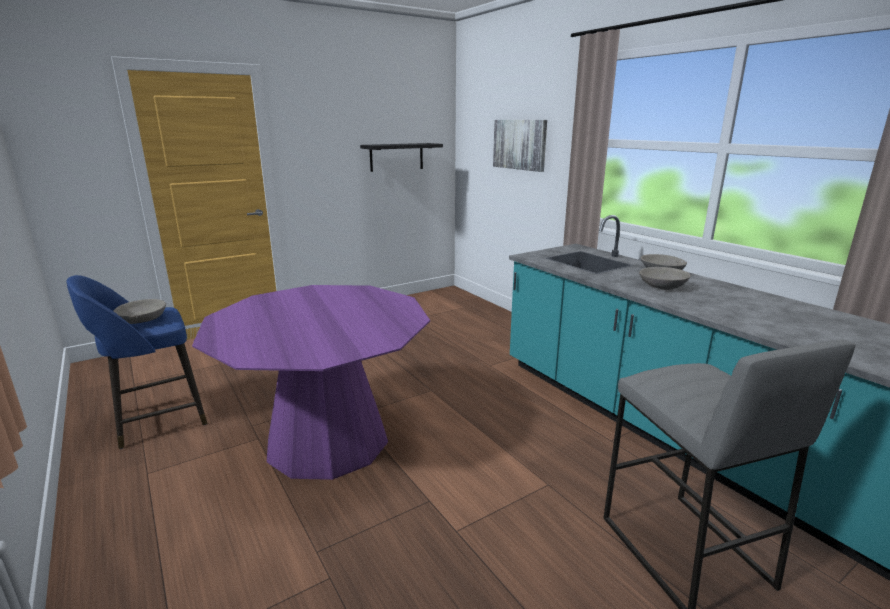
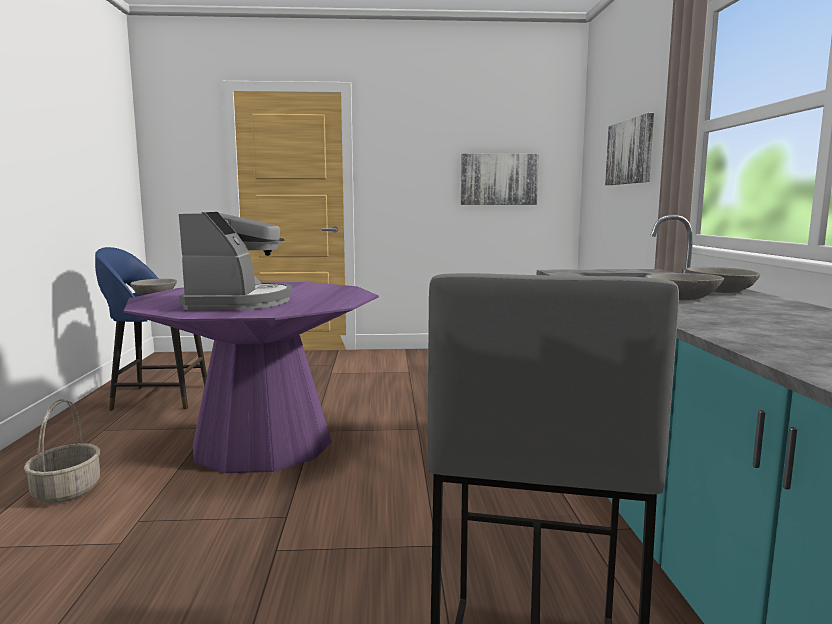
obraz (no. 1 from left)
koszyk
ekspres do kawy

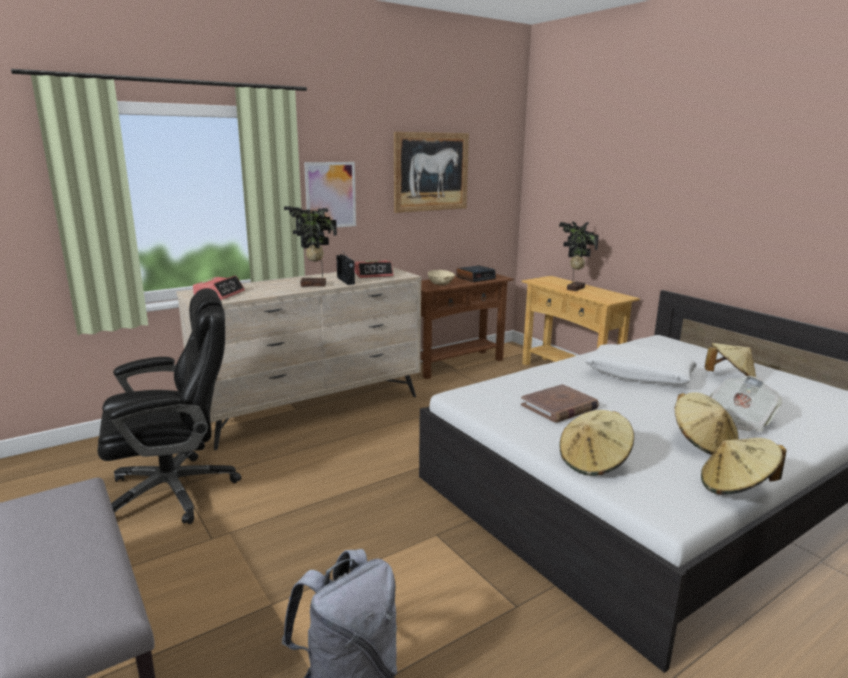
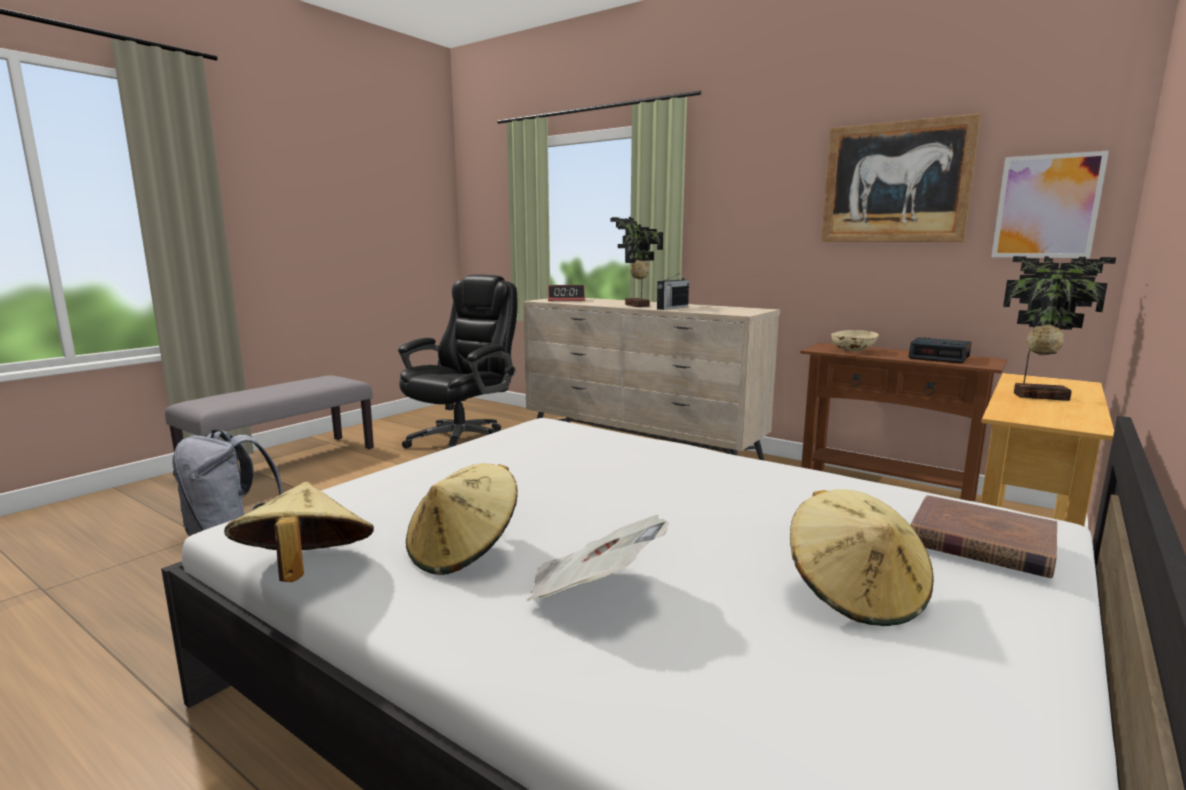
krzesło biurowe/czarny
obraz (no. 2 from left)
budzik (no. 2 from left in the first image)
książka/brązowy
kapelusz/beżowy (no. 1 from left in the first image)
poduszka/biały

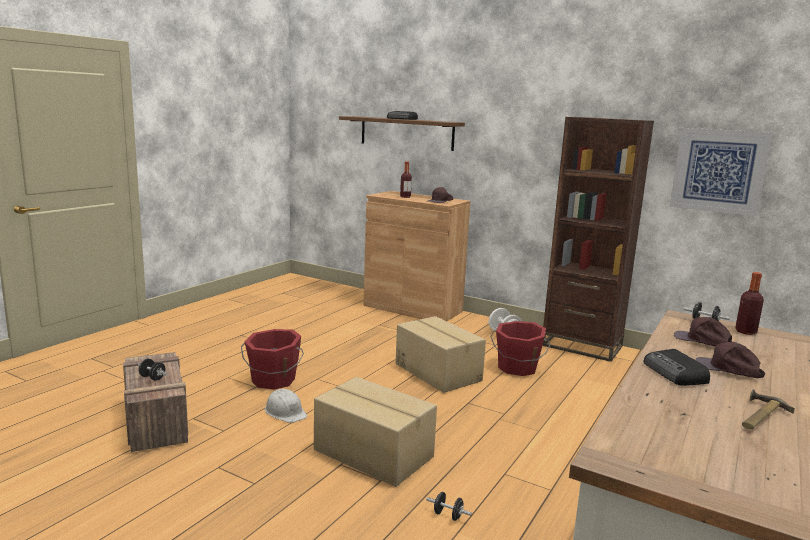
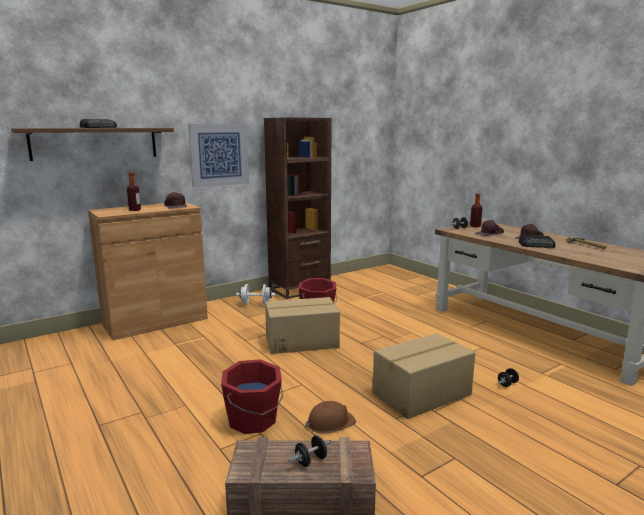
kask/brązowy
obraz

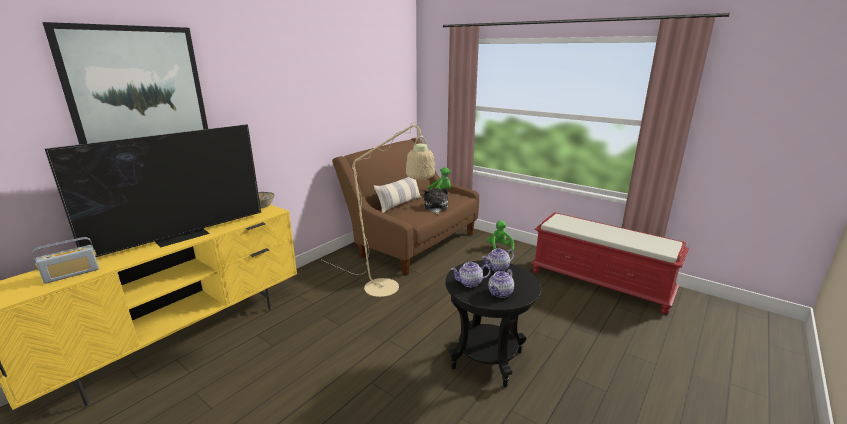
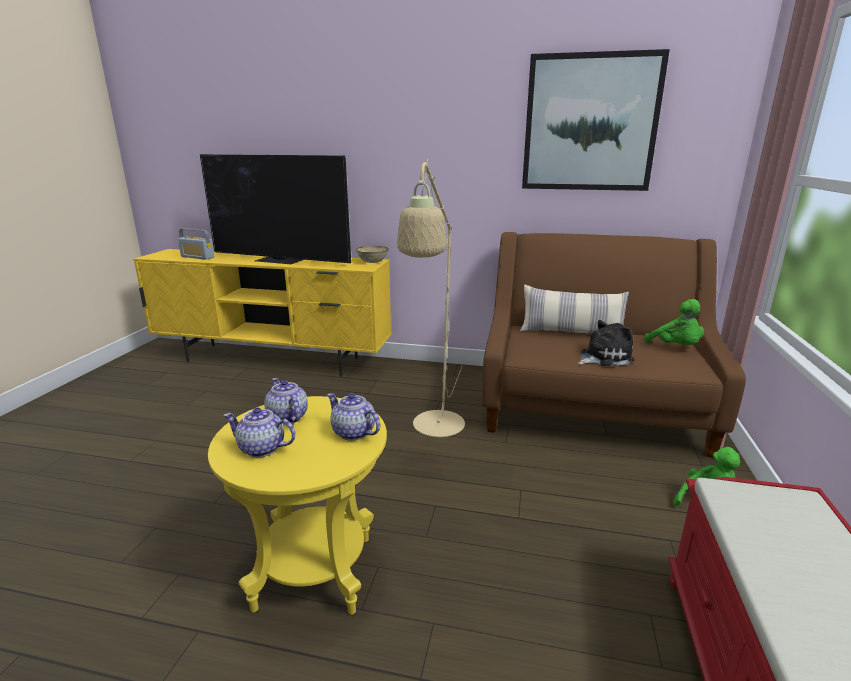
obraz
stolik/żółty

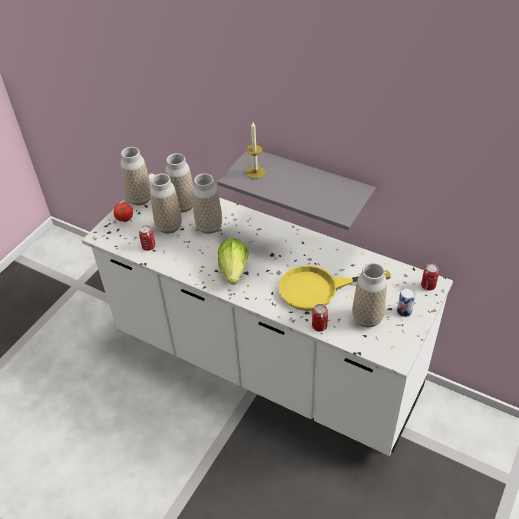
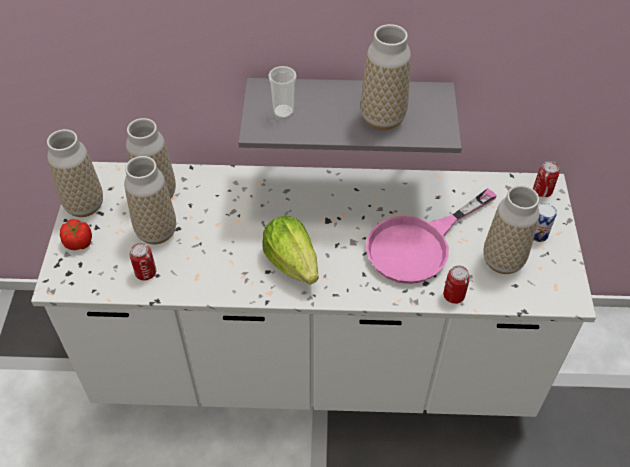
wazon (no. 4 from left)
filiżanka
patelnia/różowy

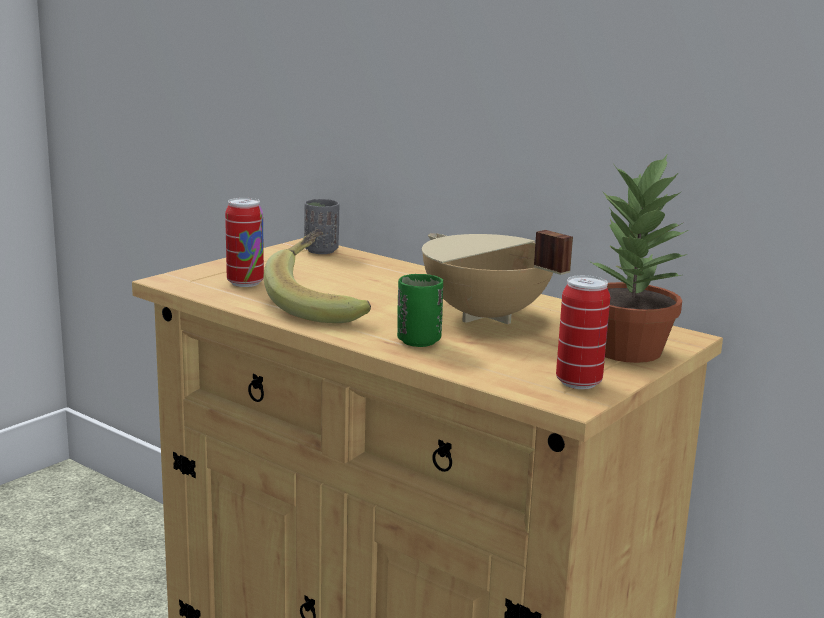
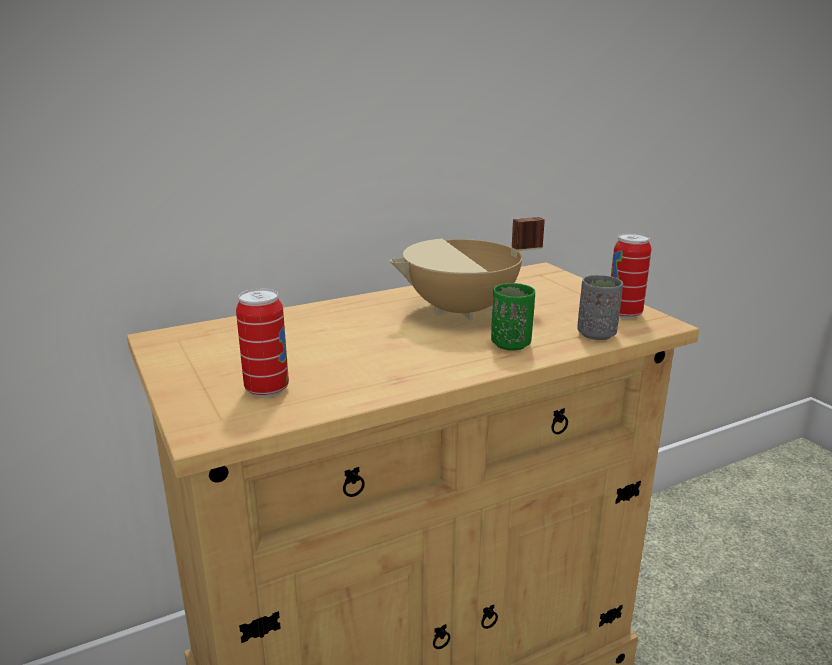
banan
filiżanka/szary
roślina doniczkowa

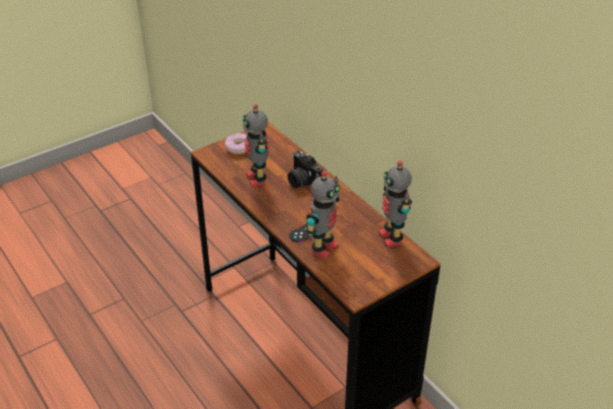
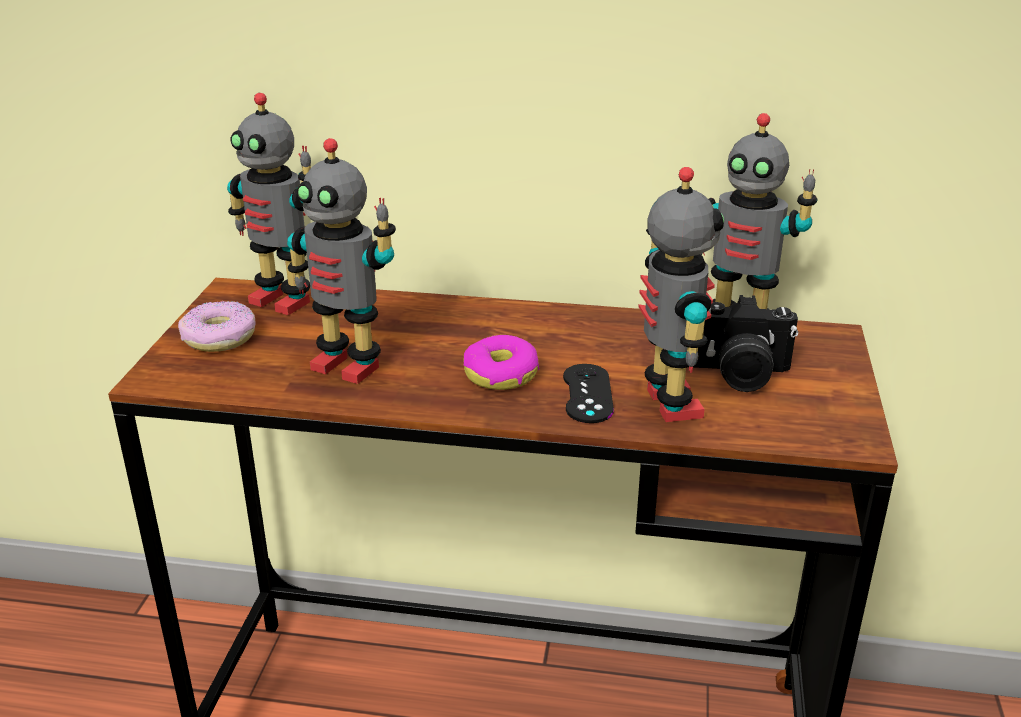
aparat fotograficzny
robot zabawkowy (no. 1 from left)
donut (no. 2 from left)

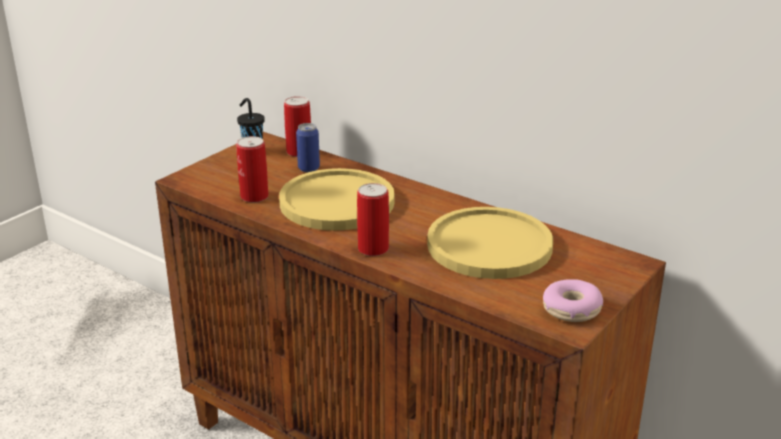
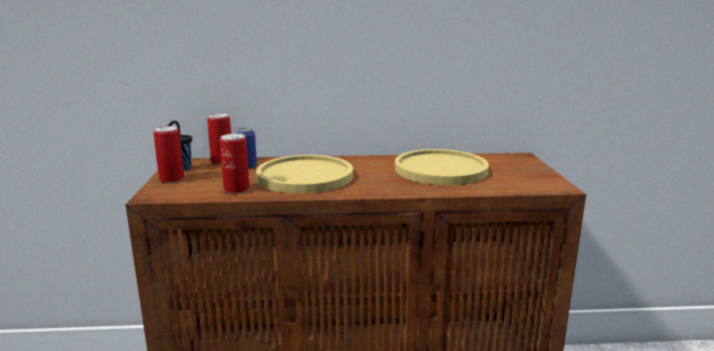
puszka (no. 1 from left)
donut

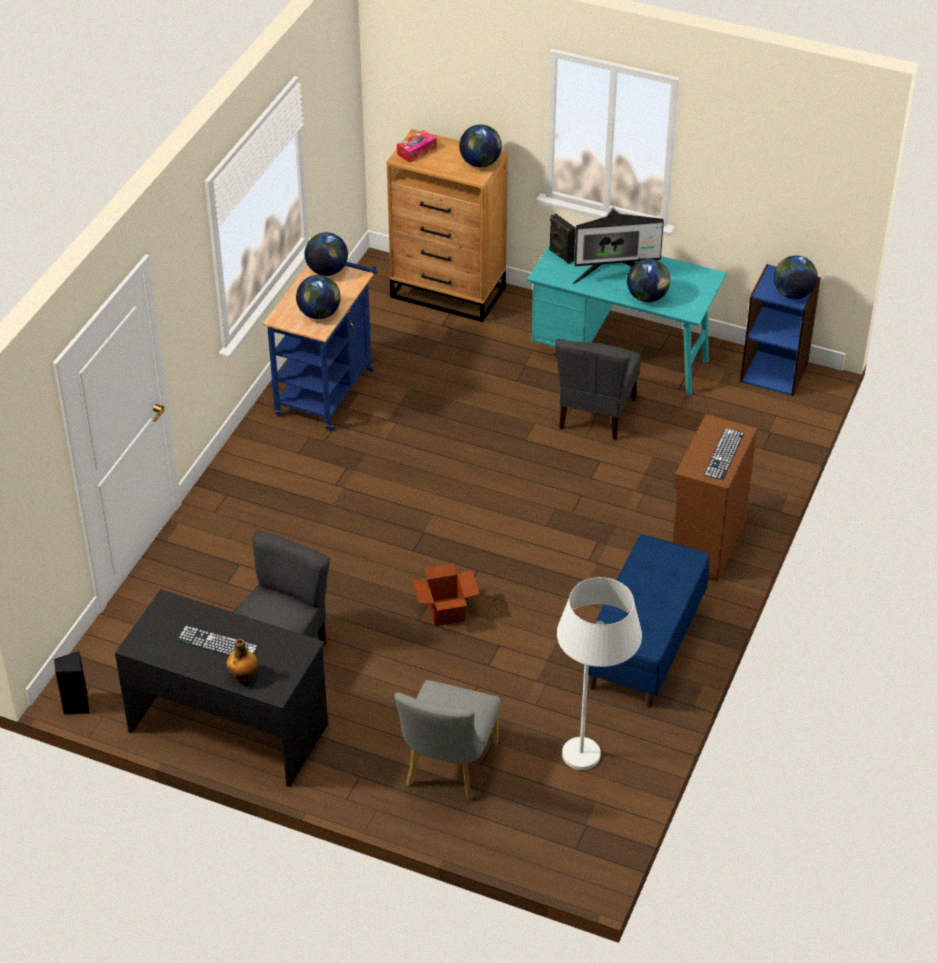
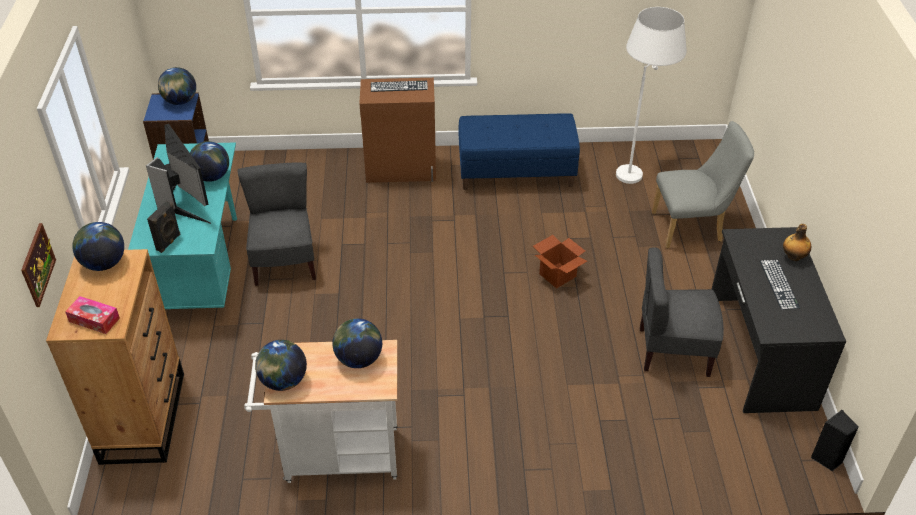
wózek/biały
krzesło/szary (no. 1 from left)
obraz

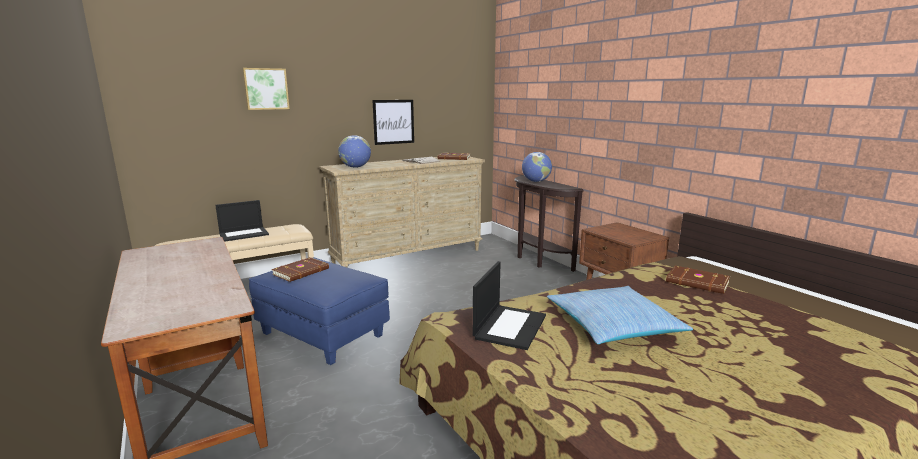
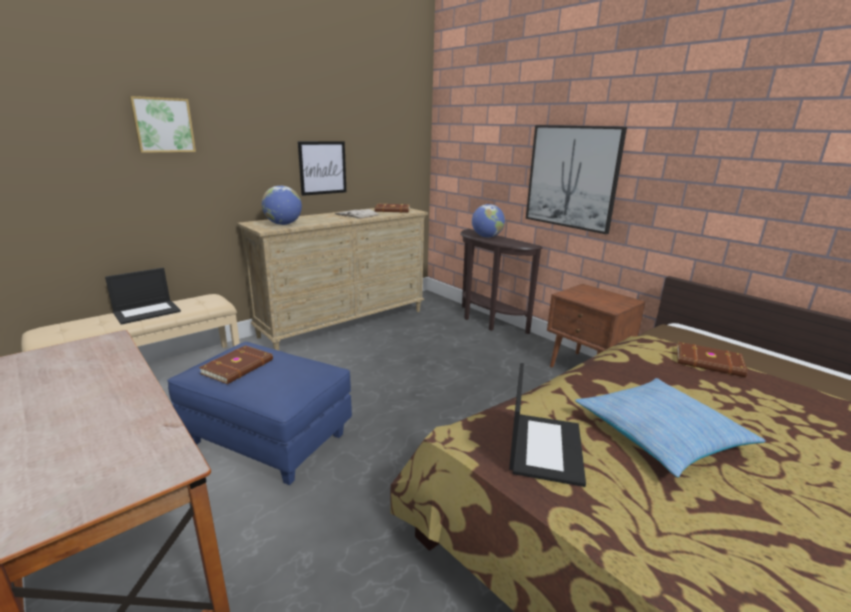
obraz (no. 3 from left)

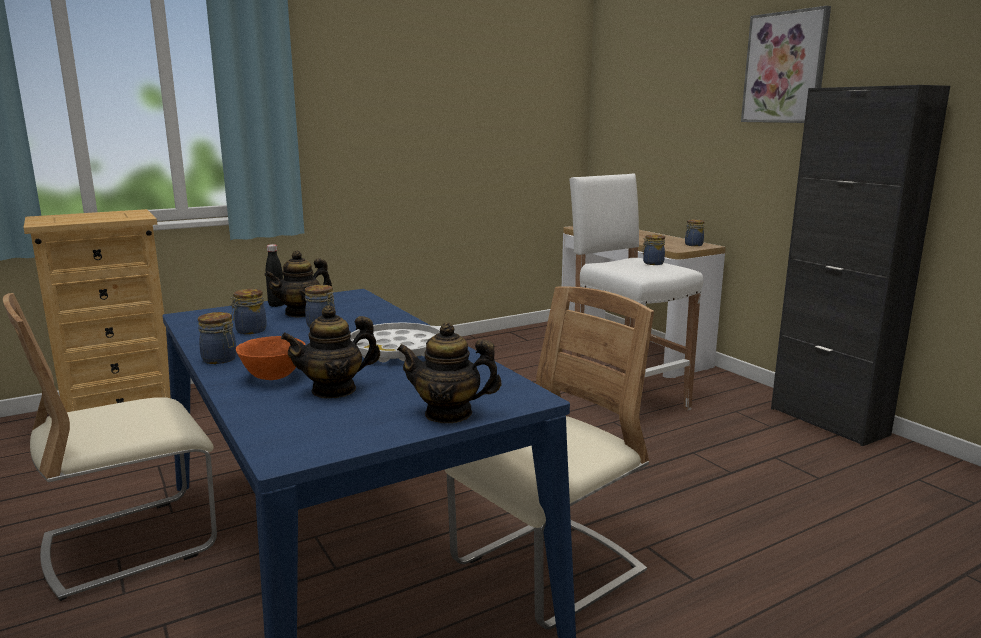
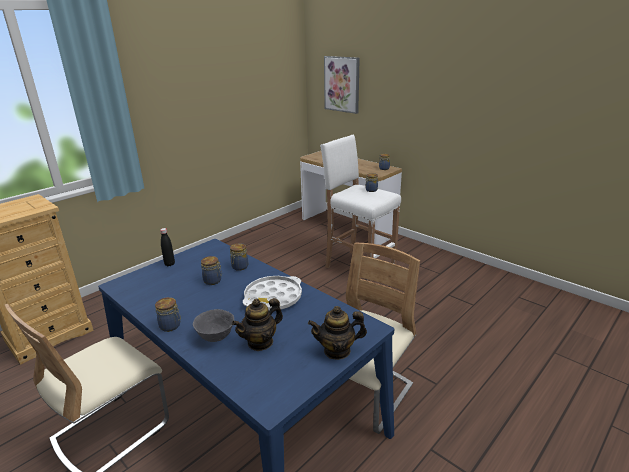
słoik (no. 3 from left)
miska/szary
imbryk (no. 1 from left in the first image)
obraz
szafka/czarny

